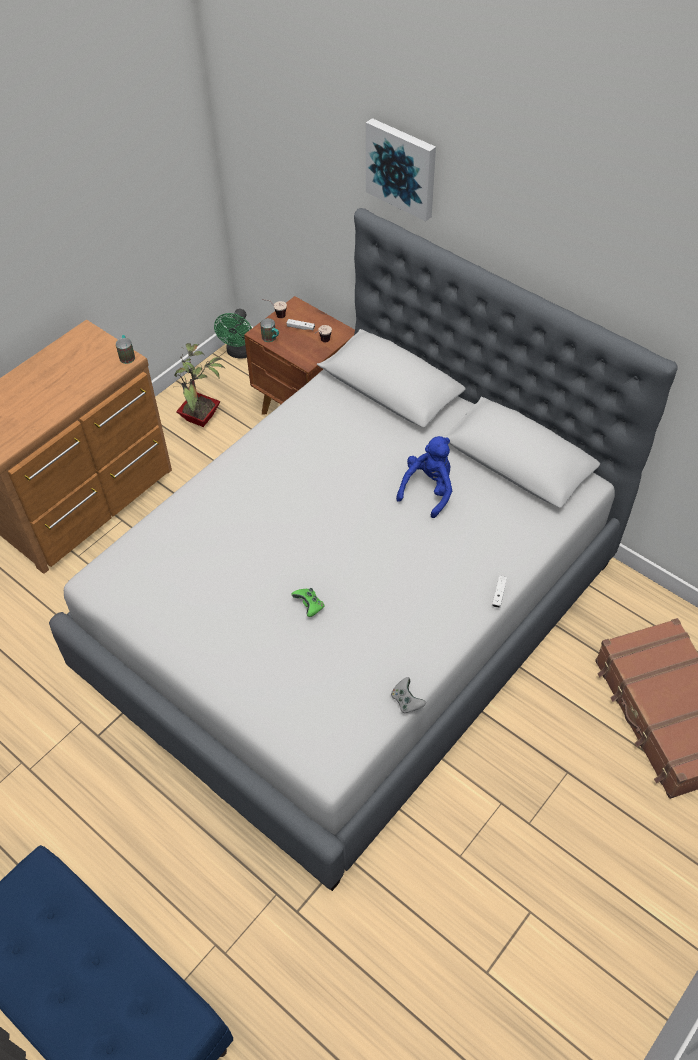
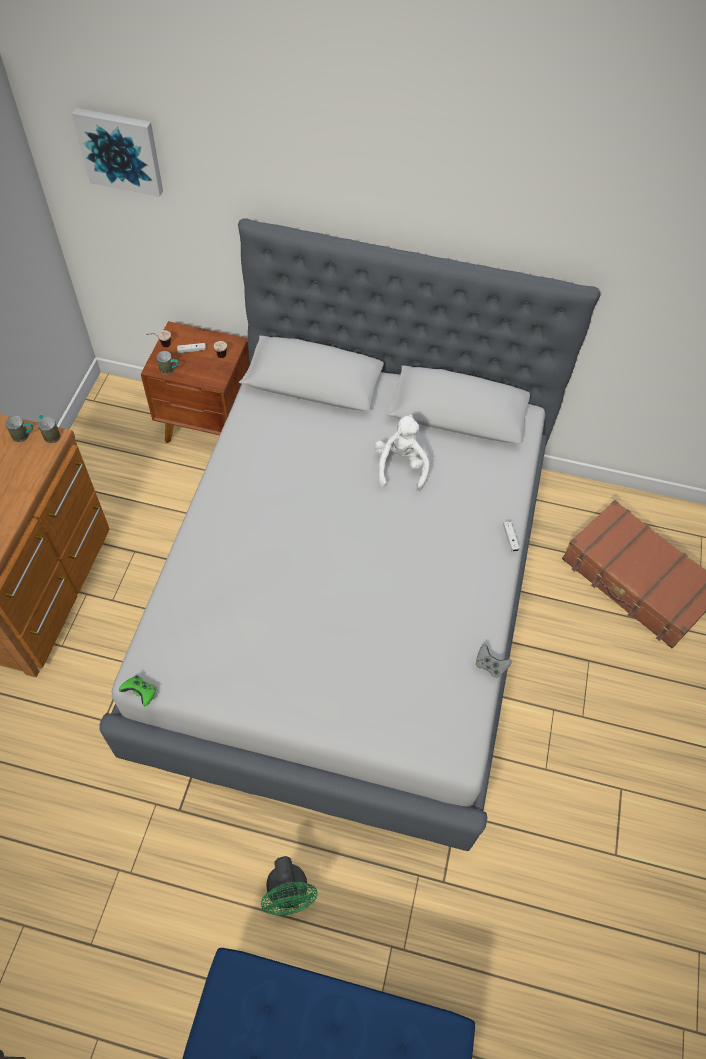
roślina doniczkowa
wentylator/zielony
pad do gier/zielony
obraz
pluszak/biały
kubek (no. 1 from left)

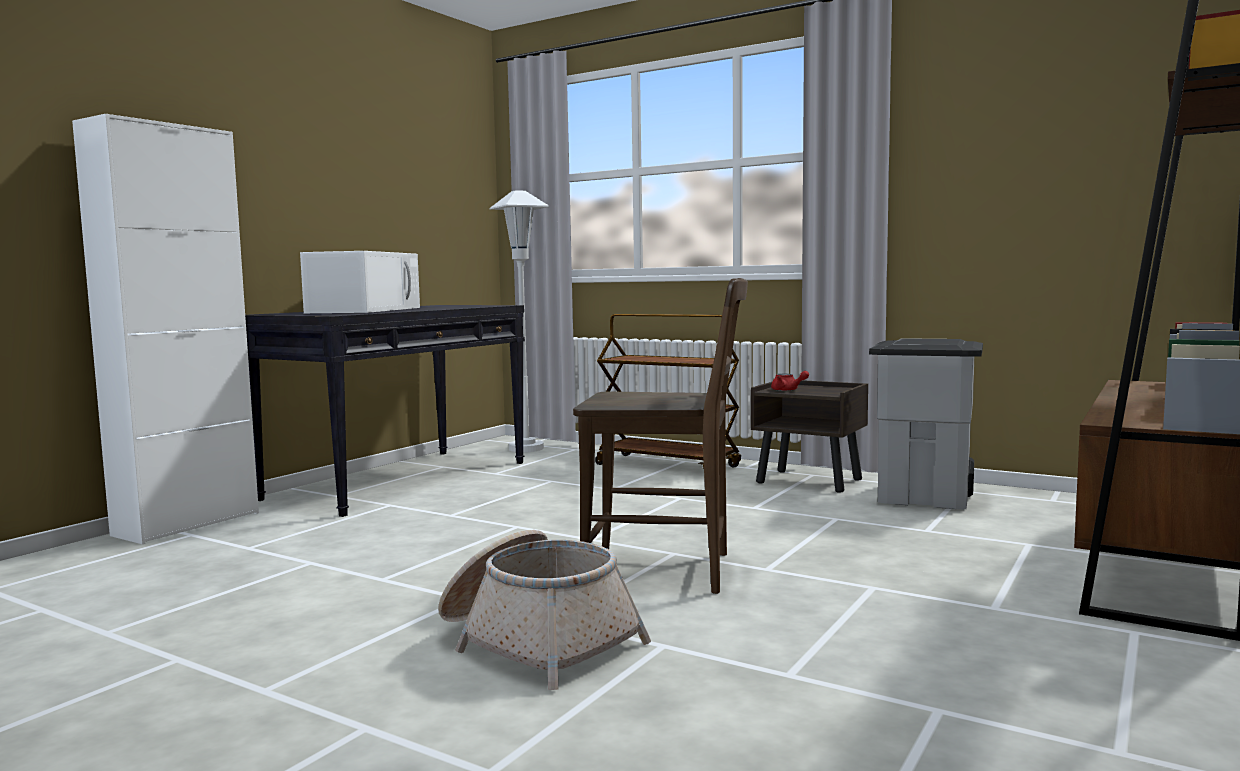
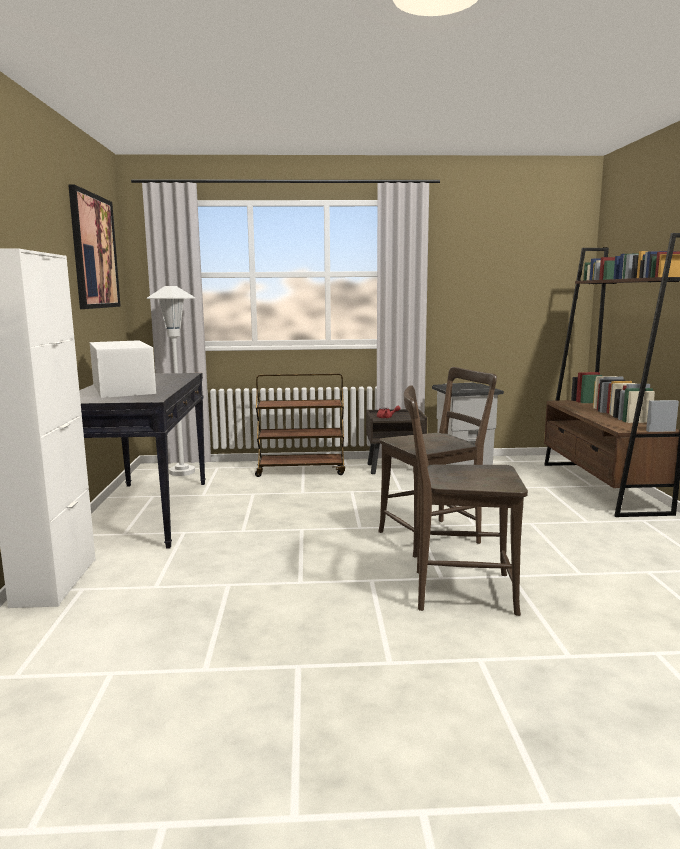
krzesło/brązowy (no. 2 from left)
obraz

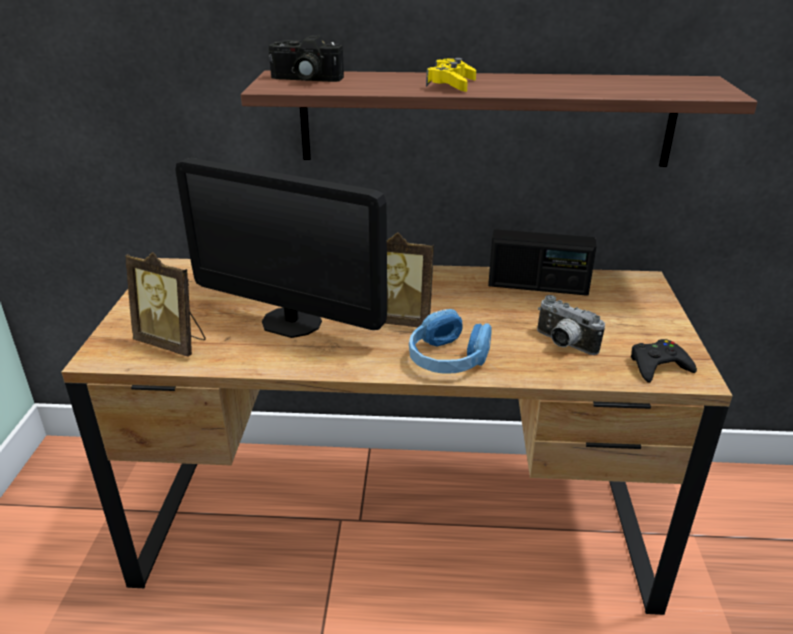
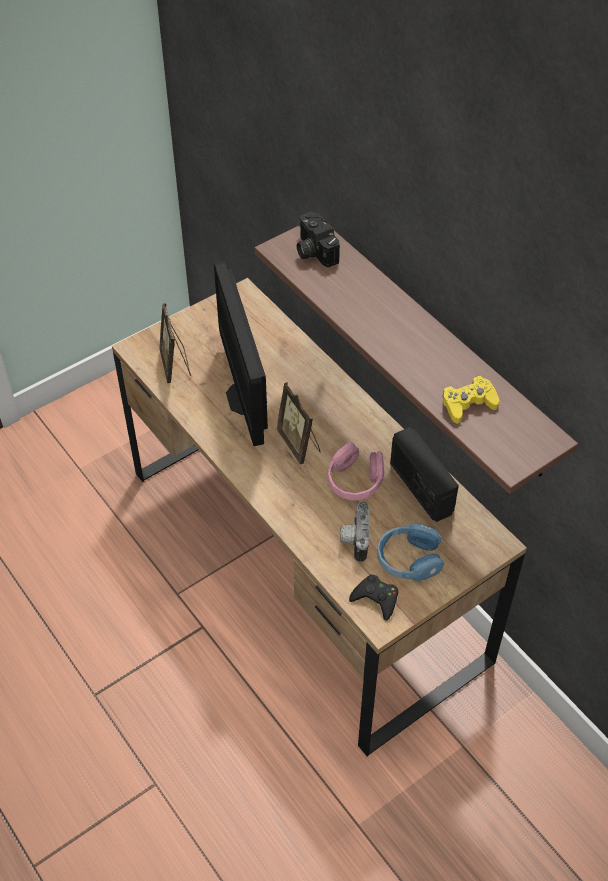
słuchawki/niebieski
pad do gier/żółty
słuchawki/różowy

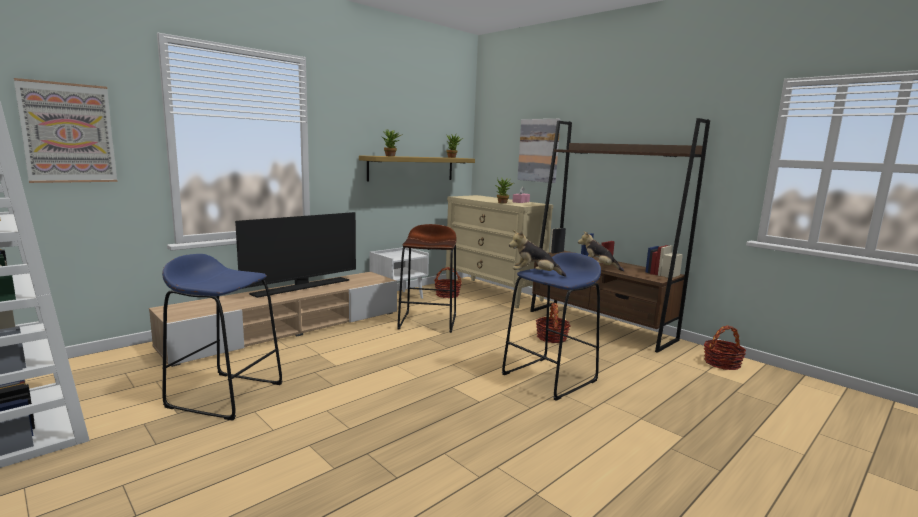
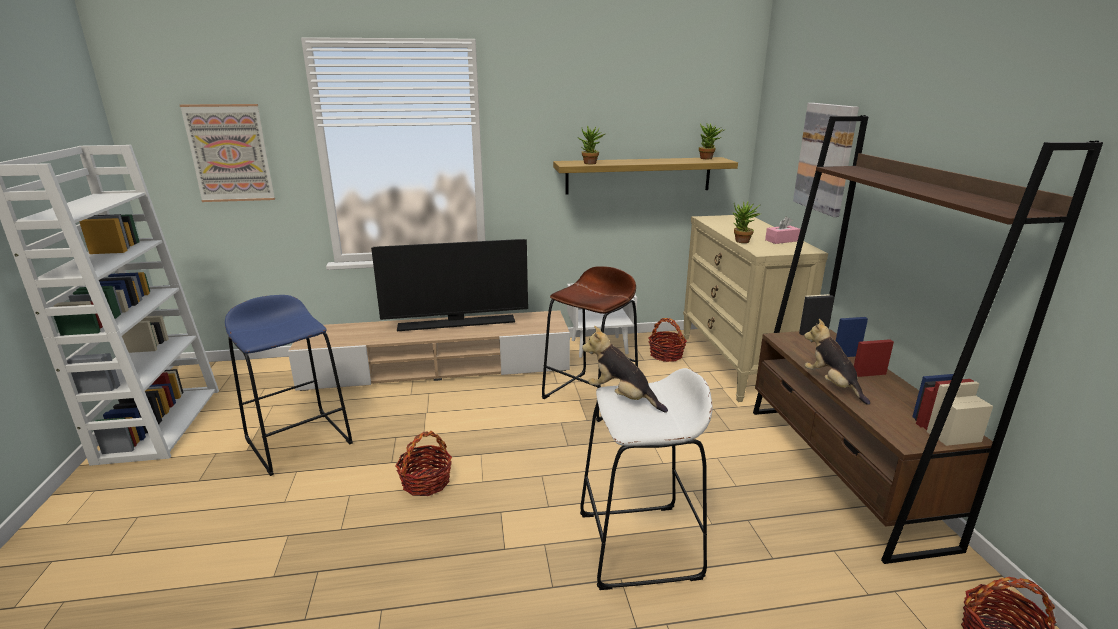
stołek/biały
koszyk (no. 1 from left)

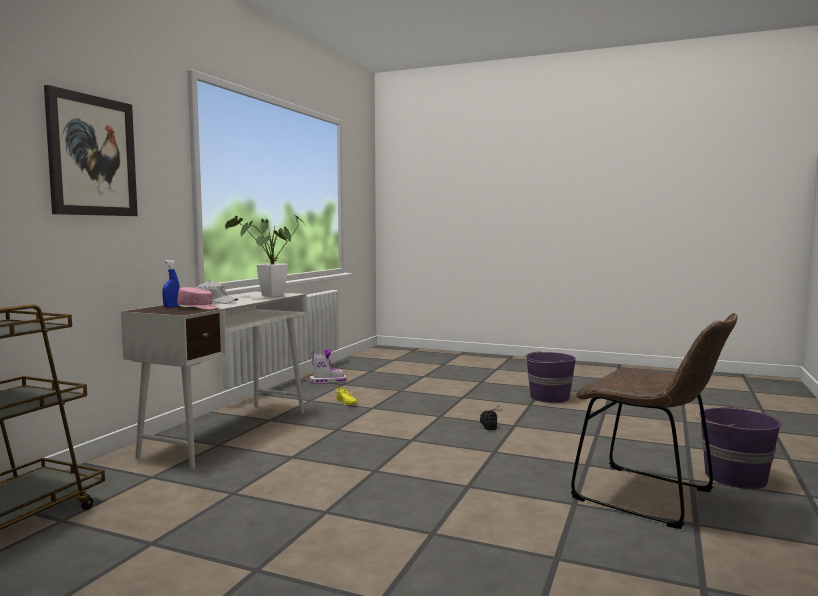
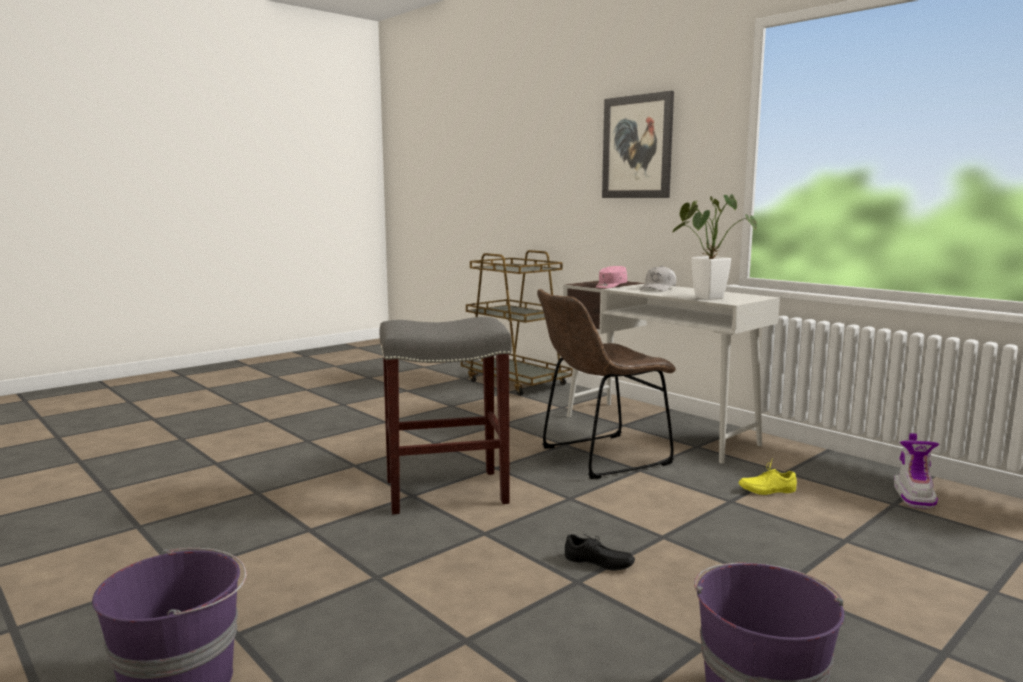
spryskiwacz/niebieski
krzesło/brązowy
stołek/szary

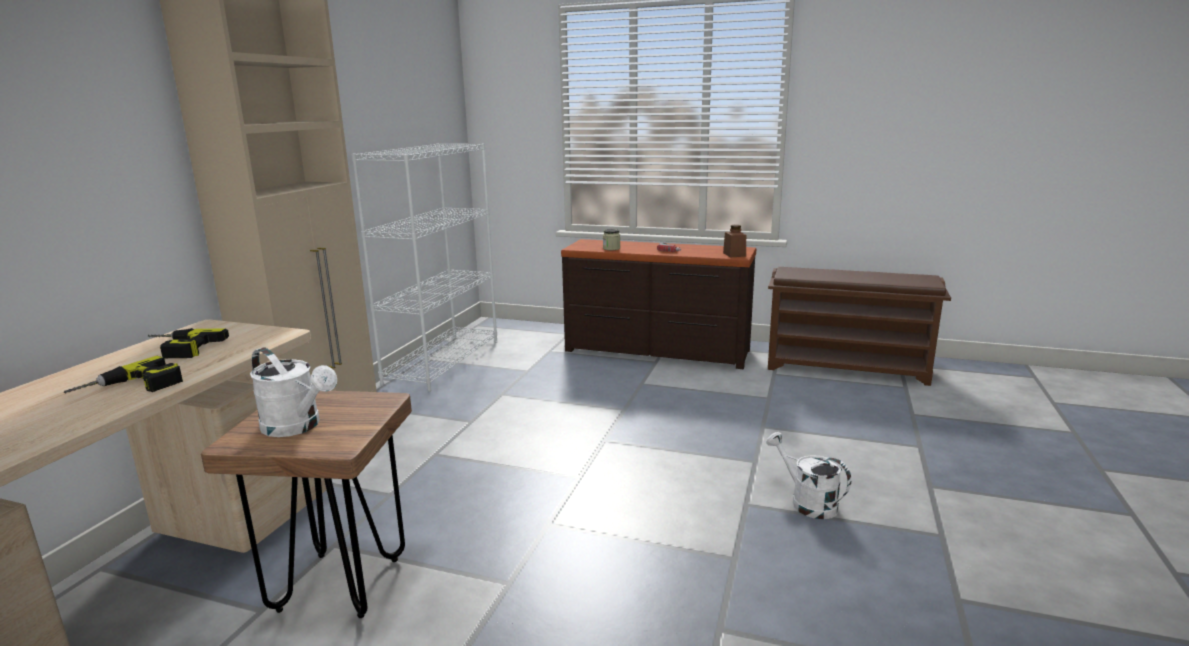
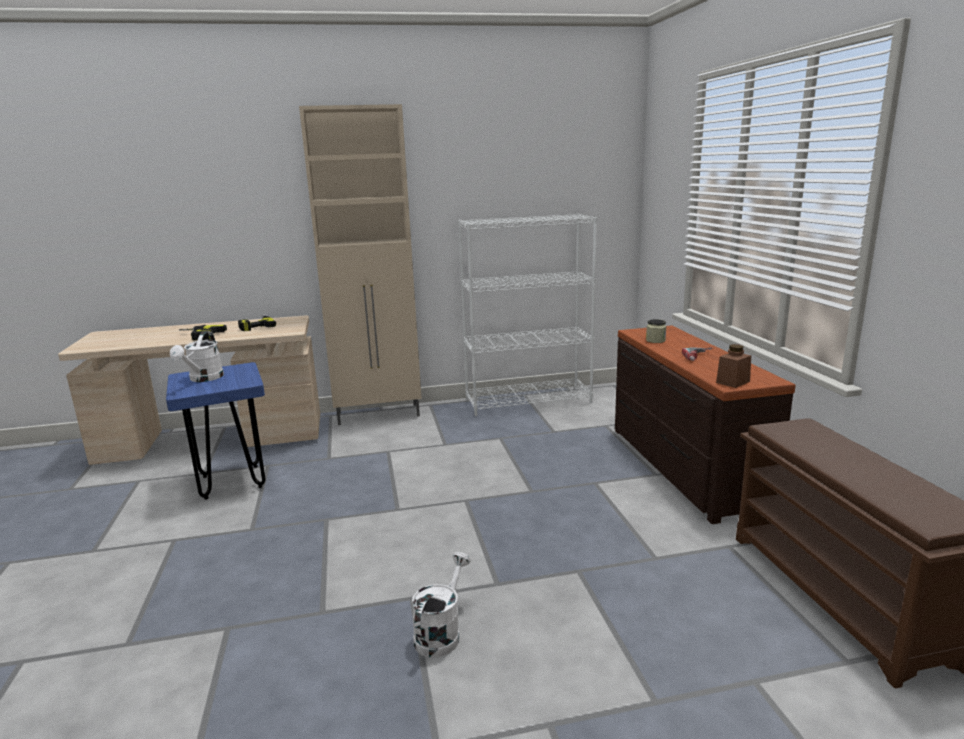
stołek/niebieski

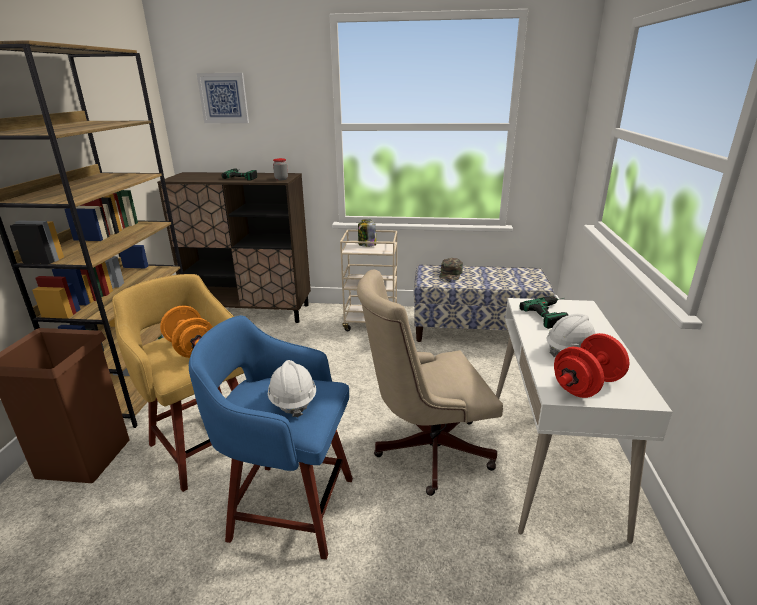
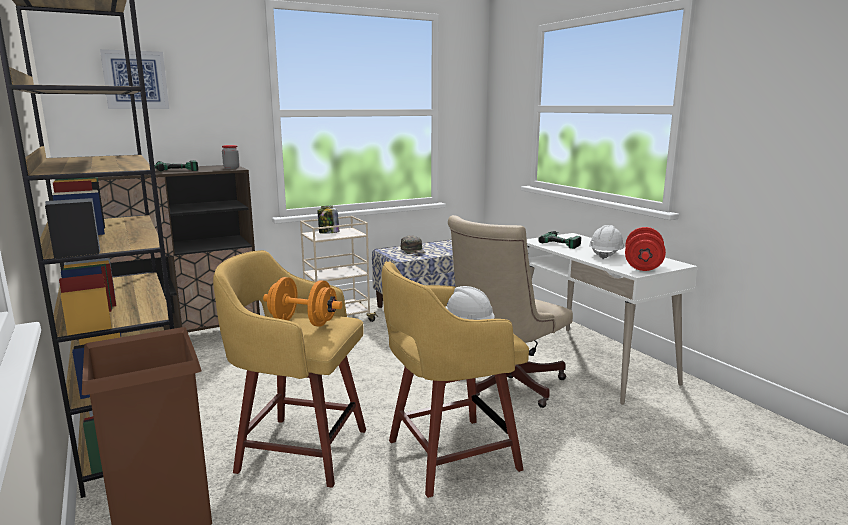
stołek/żółty (no. 2 from left)

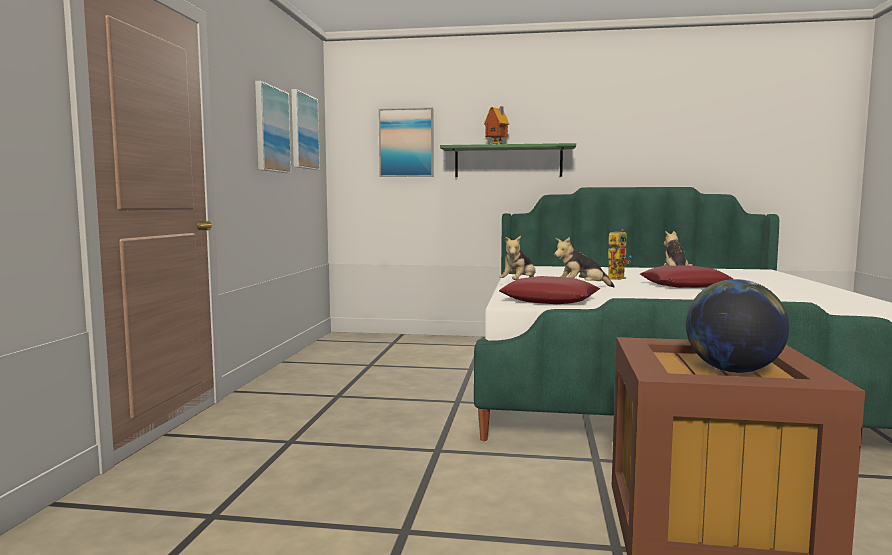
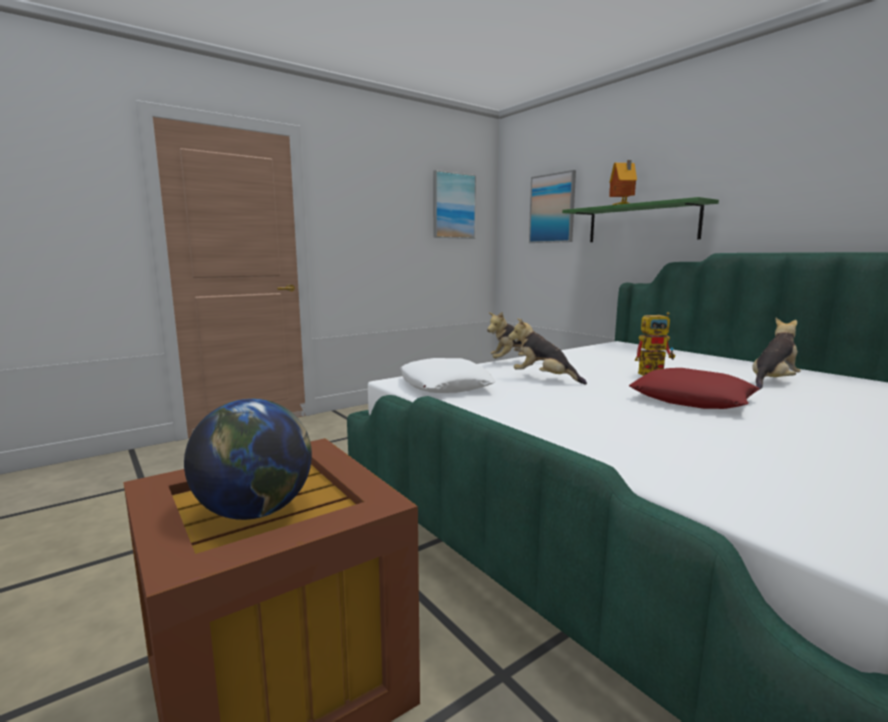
obraz (no. 1 from left in the first image)
poduszka/biały

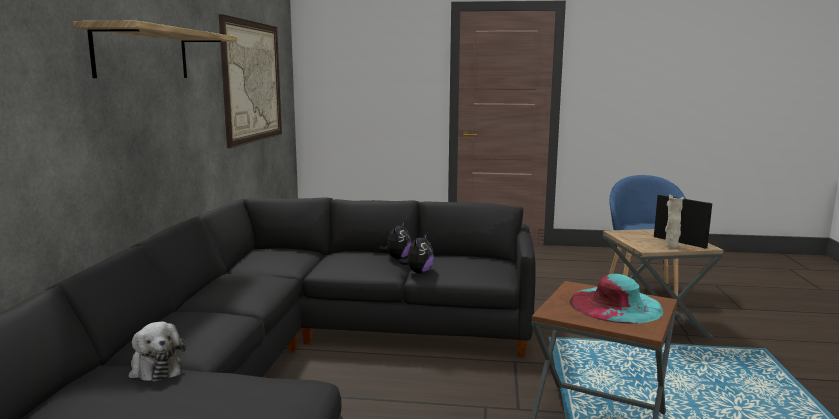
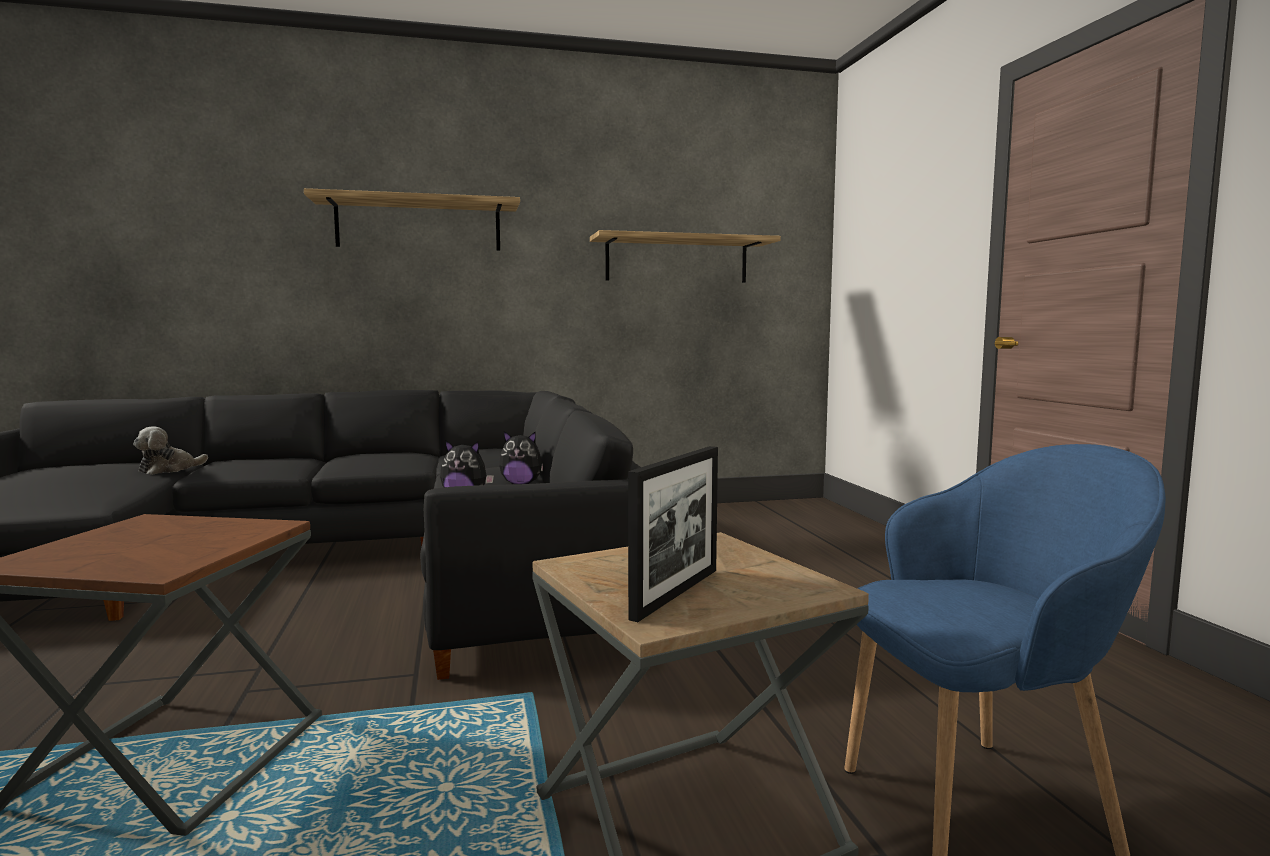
półka (no. 2 from left)
kapelusz/turkusowy
wazon/beżowy

